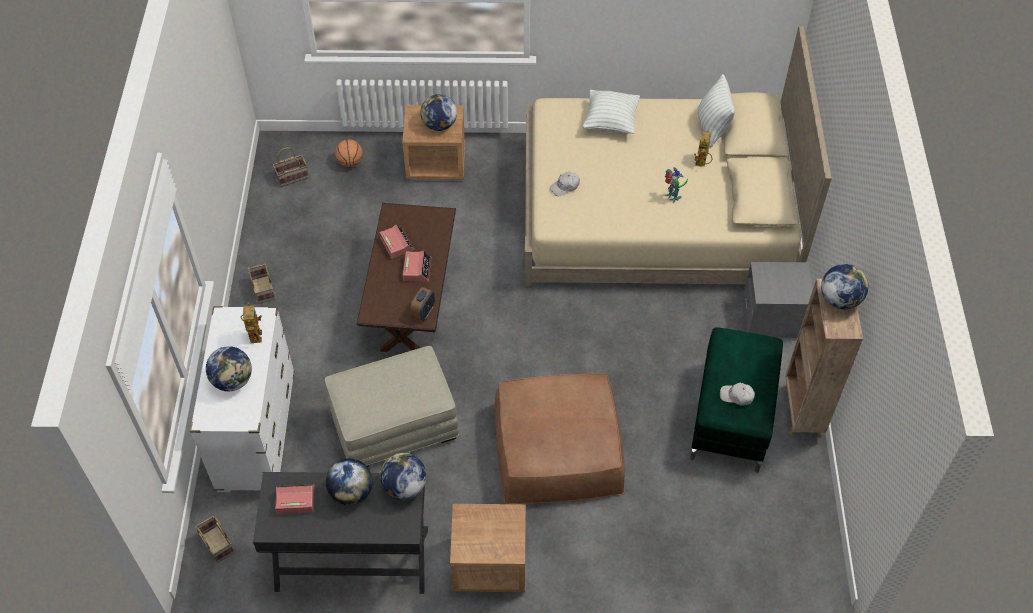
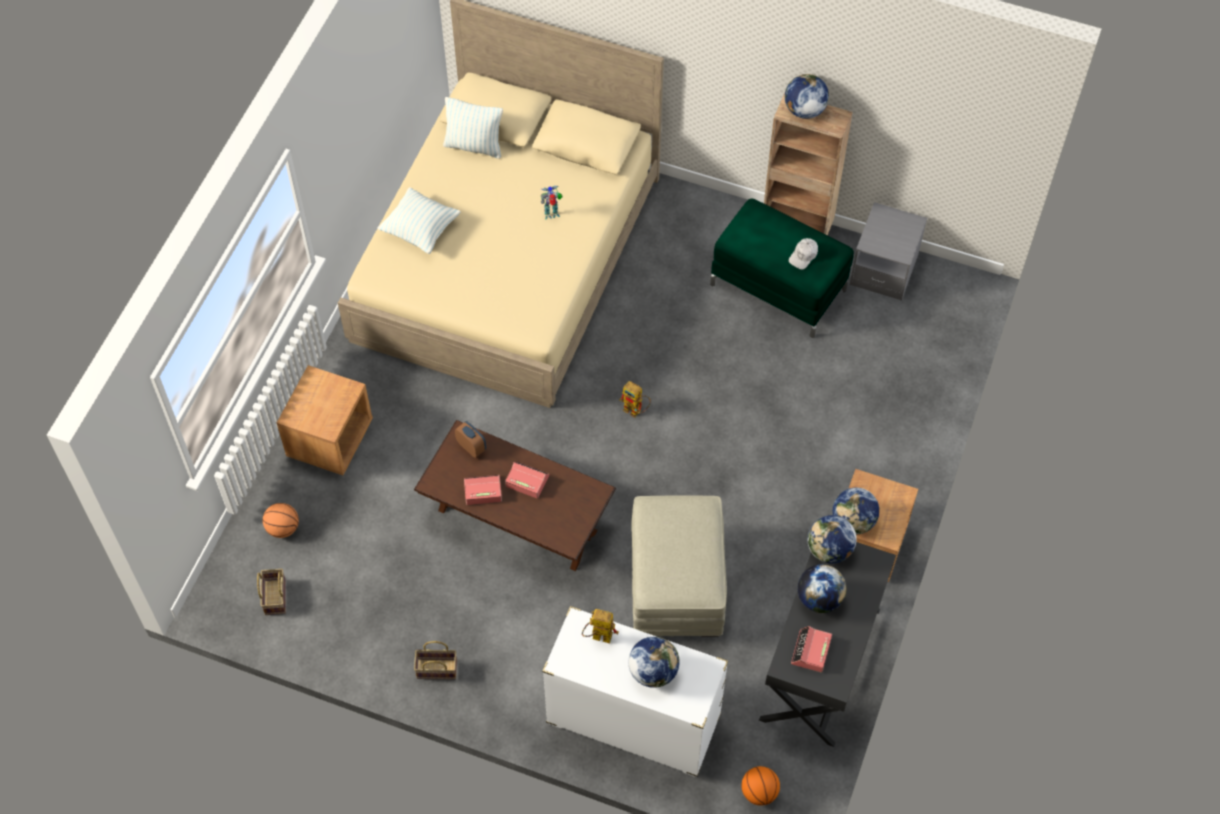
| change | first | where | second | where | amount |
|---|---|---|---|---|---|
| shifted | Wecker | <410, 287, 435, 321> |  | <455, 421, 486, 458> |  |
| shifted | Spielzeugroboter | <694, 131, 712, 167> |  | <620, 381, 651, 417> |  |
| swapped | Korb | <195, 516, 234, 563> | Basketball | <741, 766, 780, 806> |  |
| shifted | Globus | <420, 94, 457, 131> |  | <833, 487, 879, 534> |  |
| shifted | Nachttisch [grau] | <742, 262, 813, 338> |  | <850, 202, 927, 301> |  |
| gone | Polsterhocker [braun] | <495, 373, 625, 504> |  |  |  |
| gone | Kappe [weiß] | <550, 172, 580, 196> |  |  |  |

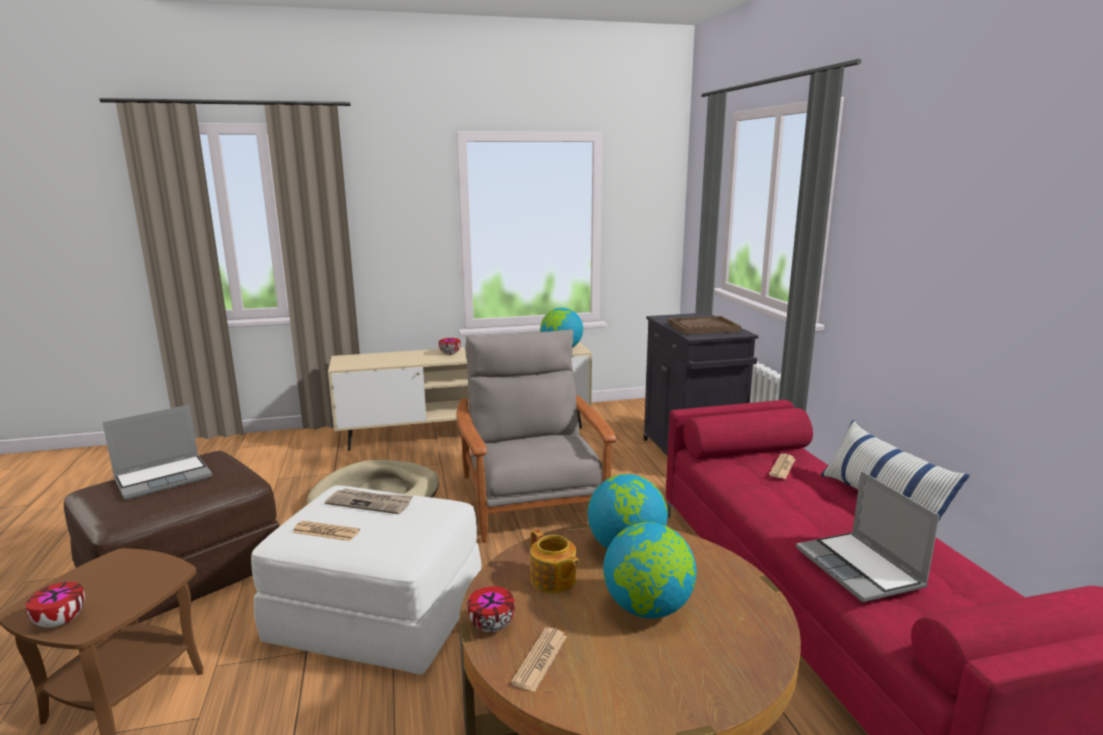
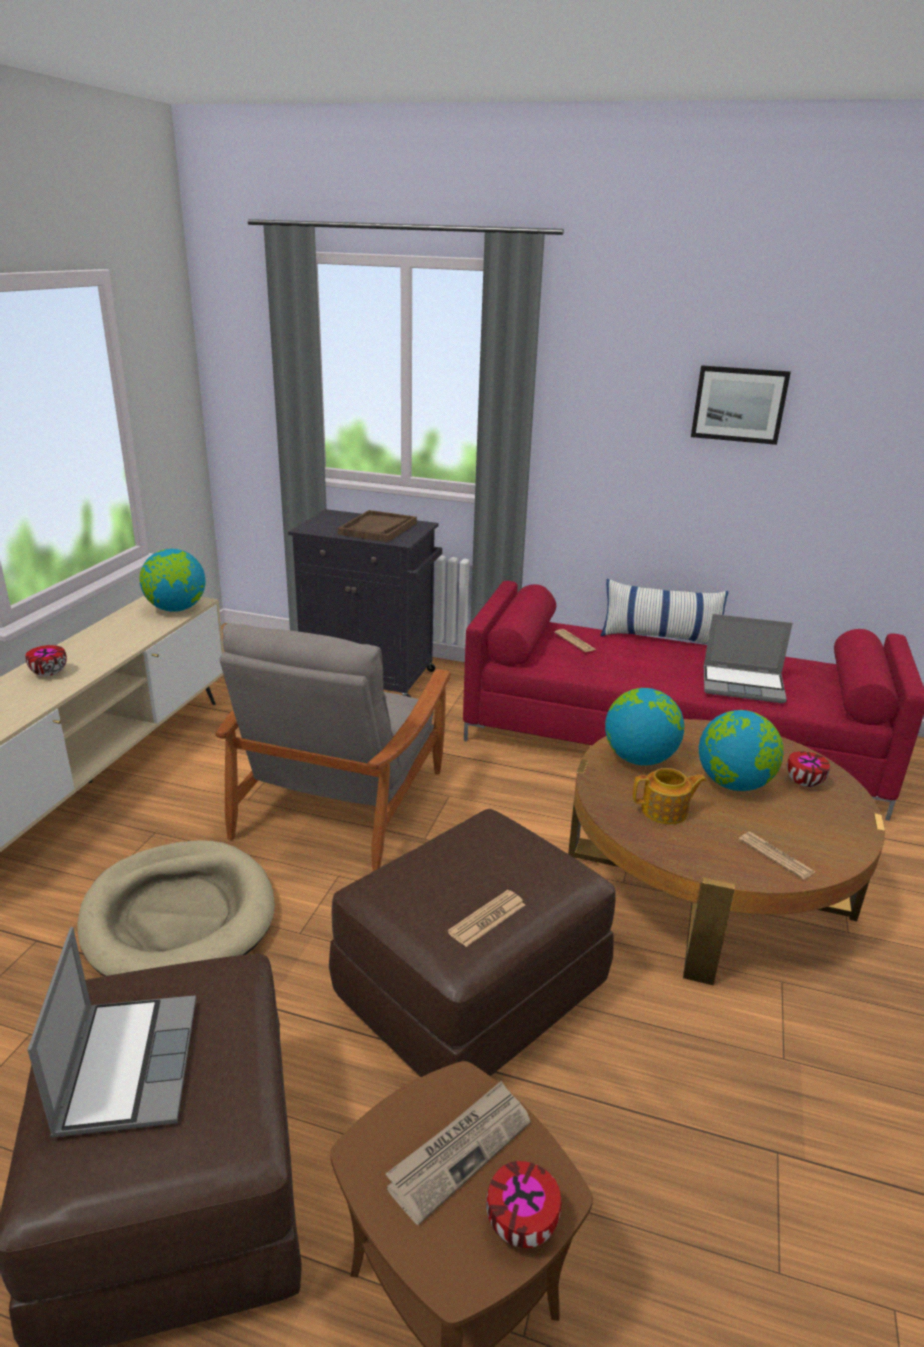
| change | first | where | second | where | amount |
|---|---|---|---|---|---|
| rotated | Sessel [grau] | <456, 329, 616, 543> |  | <215, 623, 451, 871> | 90 degrees counterclockwise |
| repainted | Polsterhocker [weiß] | <251, 486, 481, 675> | Polsterhocker [braun] | <329, 809, 616, 1077> |  |
| shifted | Zeitung | <325, 488, 413, 514> |  | <386, 1080, 531, 1225> |  |
| new |  |  | Bild | <691, 365, 791, 445> |  |
| shifted | Schüssel | <467, 586, 515, 632> |  | <787, 751, 830, 787> |  |

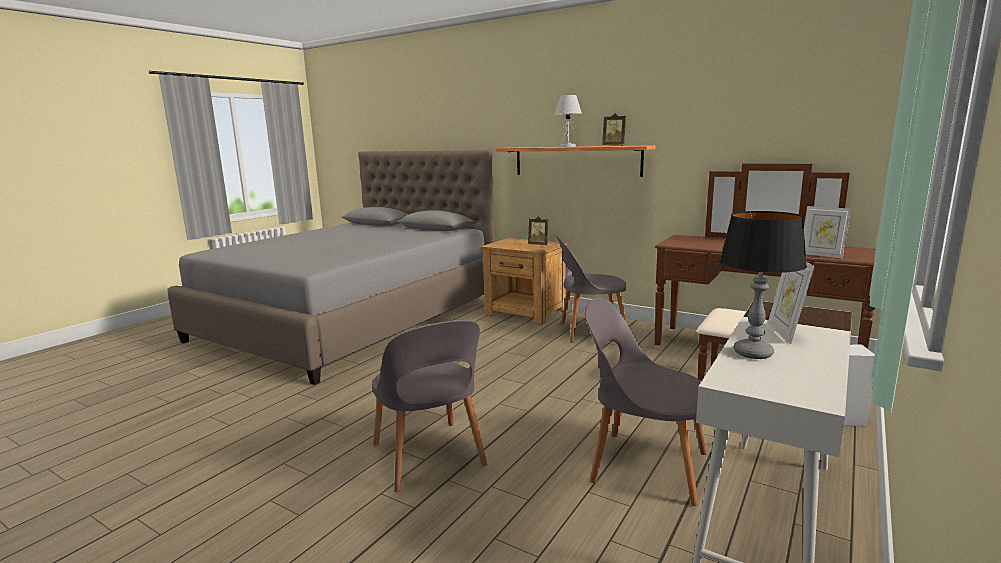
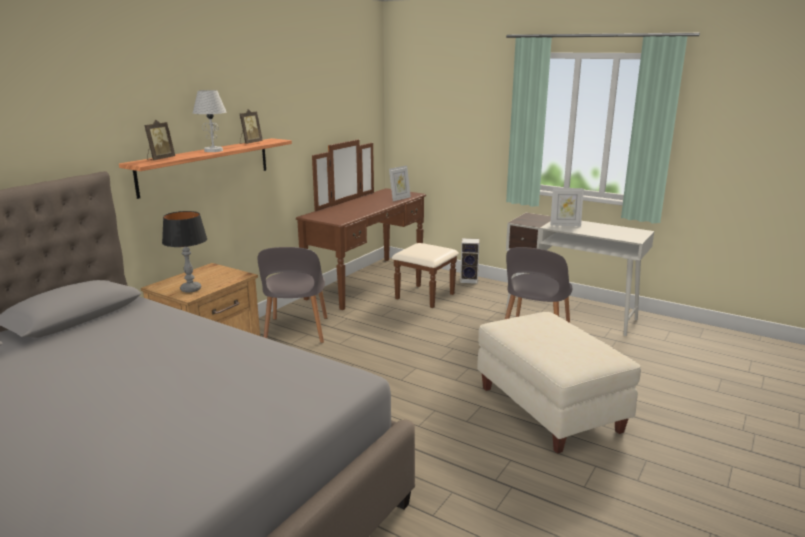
| change | first | where | second | where | amount |
|---|---|---|---|---|---|
| shifted | Bilderrahmen | <528, 216, 548, 245> |  | <144, 120, 175, 160> |  |
| shifted | Tischlampe | <719, 211, 807, 359> |  | <162, 211, 207, 292> |  |
| swapped | Stuhl [grau] | <372, 320, 487, 492> | Polsterhocker [beige] | <477, 312, 641, 454> |  |

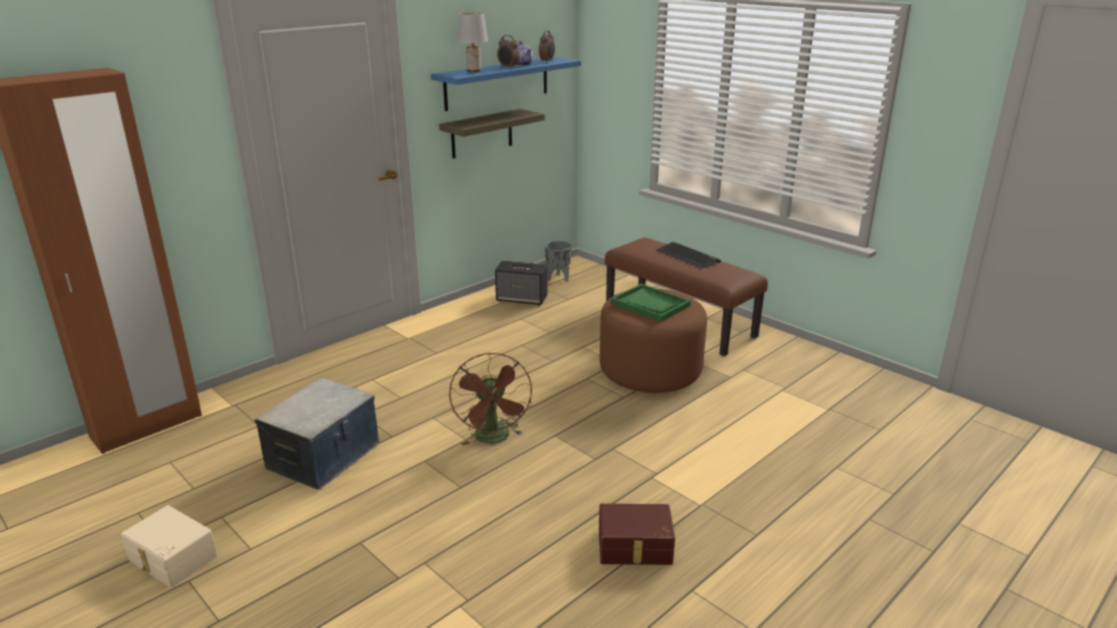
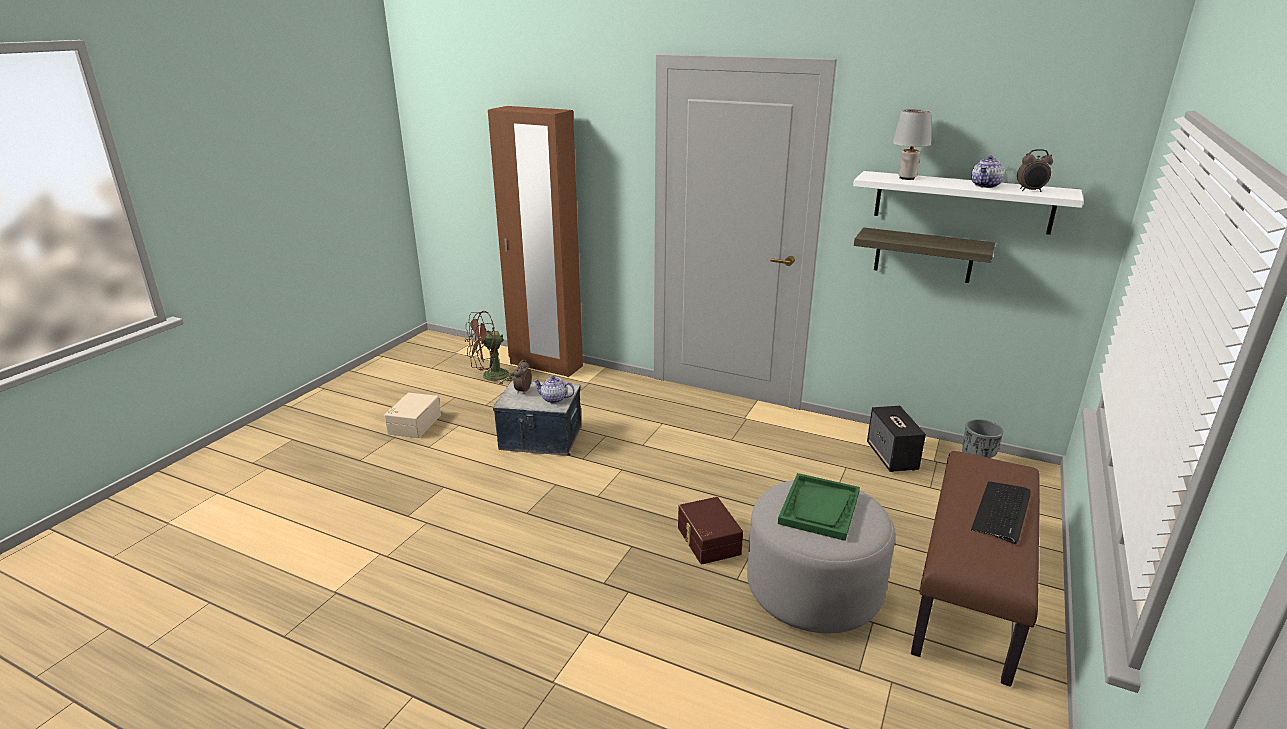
| change | first | where | second | where | amount |
|---|---|---|---|---|---|
| shifted | Ventilator [braun] | <449, 353, 532, 445> |  | <465, 311, 514, 385> |  |
| shifted | Wecker | <497, 35, 520, 69> |  | <513, 360, 532, 394> |  |
| new |  |  | Teekanne | <533, 376, 575, 404> |  |
| shifted | Aufbewahrungsbox [braun] | <599, 504, 675, 565> |  | <678, 497, 743, 564> |  |
| repainted | Polsterhocker [braun] | <600, 289, 707, 393> | Polsterhocker [grau] | <747, 480, 895, 633> |  |
| repainted | Wandregal [blau] | <431, 57, 581, 111> | Wandregal [weiß] | <853, 171, 1084, 235> |  |

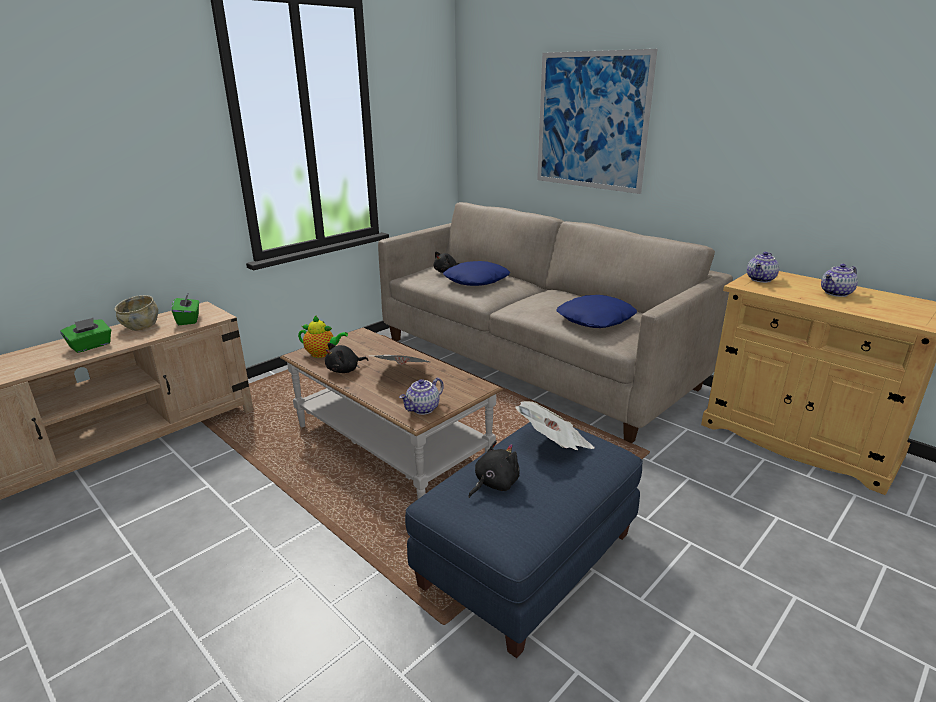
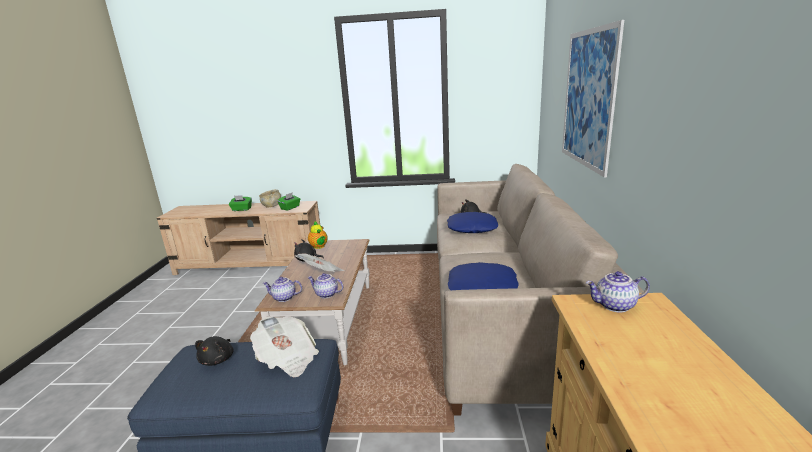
| change | first | where | second | where | amount |
|---|---|---|---|---|---|
| rotated | Plüschtier [schwarz] | <468, 440, 520, 498> |  | <195, 336, 234, 366> | 90 degrees clockwise |
| shifted | Teekanne | <821, 264, 858, 297> |  | <307, 273, 343, 298> |  |

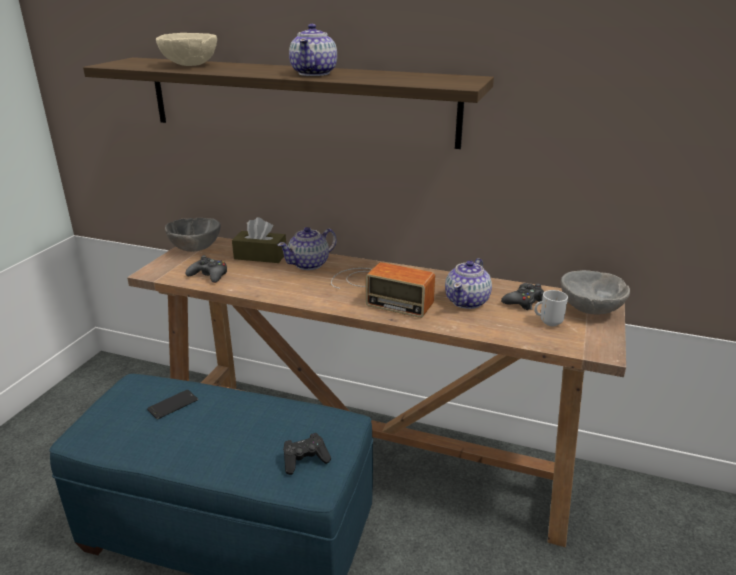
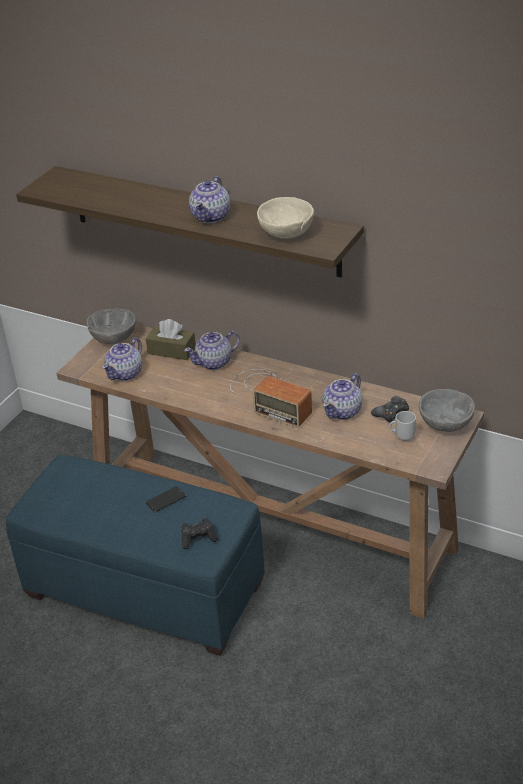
| change | first | where | second | where | amount |
|---|---|---|---|---|---|
| swapped | Gamepad [schwarz] | <186, 255, 227, 283> | Teekanne | <102, 337, 142, 381> |  |
| shifted | Handy | <147, 390, 198, 419> |  | <146, 486, 186, 512> |  |
| shifted | Schüssel [beige] | <156, 33, 217, 66> |  | <257, 197, 314, 238> |  |

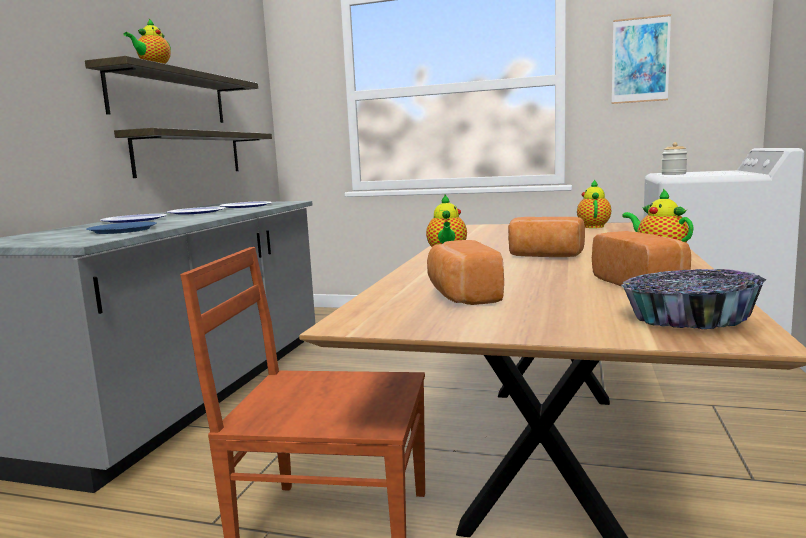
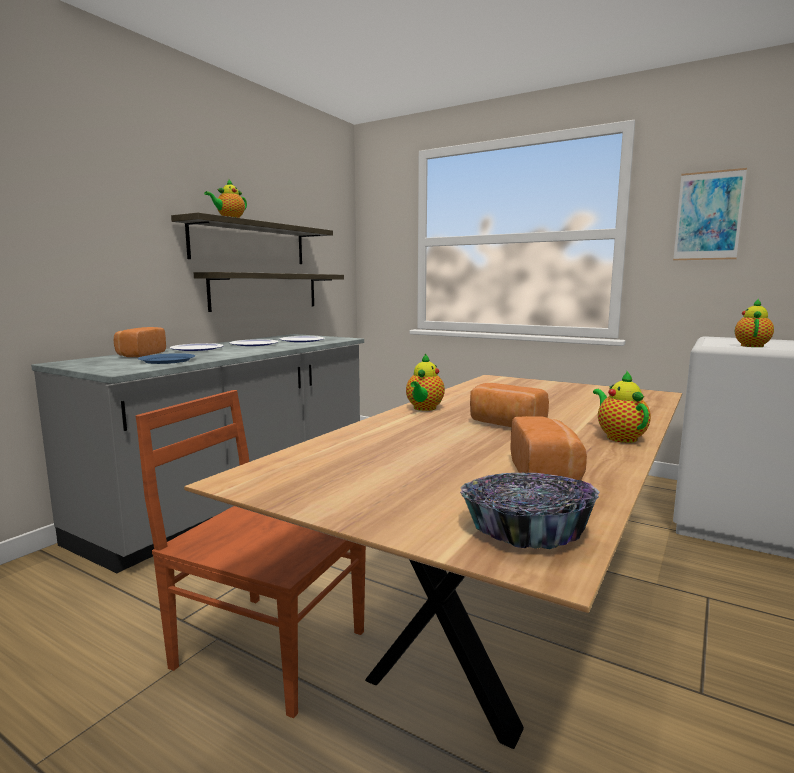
| change | first | where | second | where | amount |
|---|---|---|---|---|---|
| shifted | Brot | <427, 240, 504, 305> |  | <114, 327, 166, 357> |  |
| shifted | Teekanne | <577, 179, 611, 228> |  | <735, 299, 774, 347> |  |
| gone | Vorratsglas | <661, 142, 688, 175> |  |  |  |

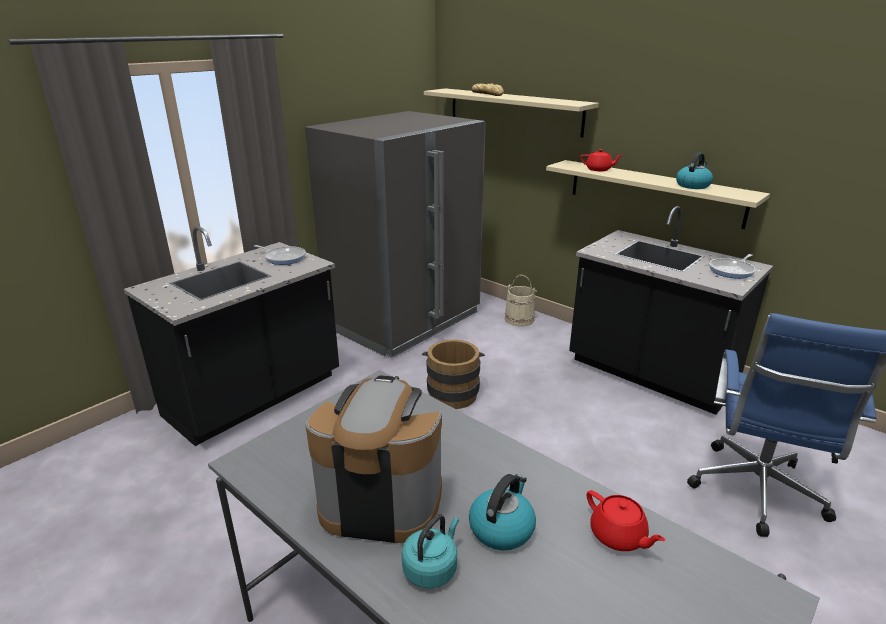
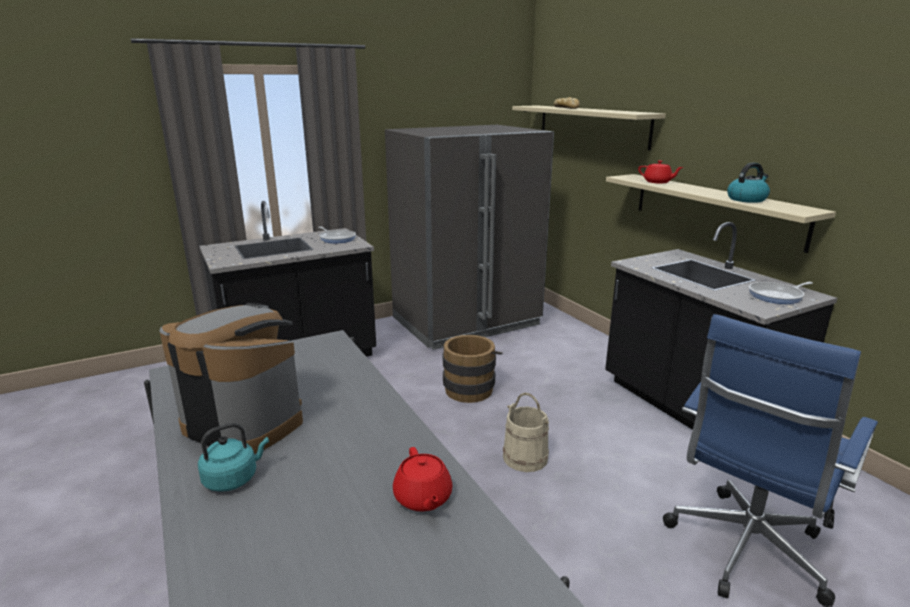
| change | first | where | second | where | amount |
|---|---|---|---|---|---|
| shifted | Eimer [beige] | <505, 274, 537, 326> |  | <503, 393, 549, 472> |  |
| gone | Wasserkessel | <469, 474, 536, 551> |  |  |  |

